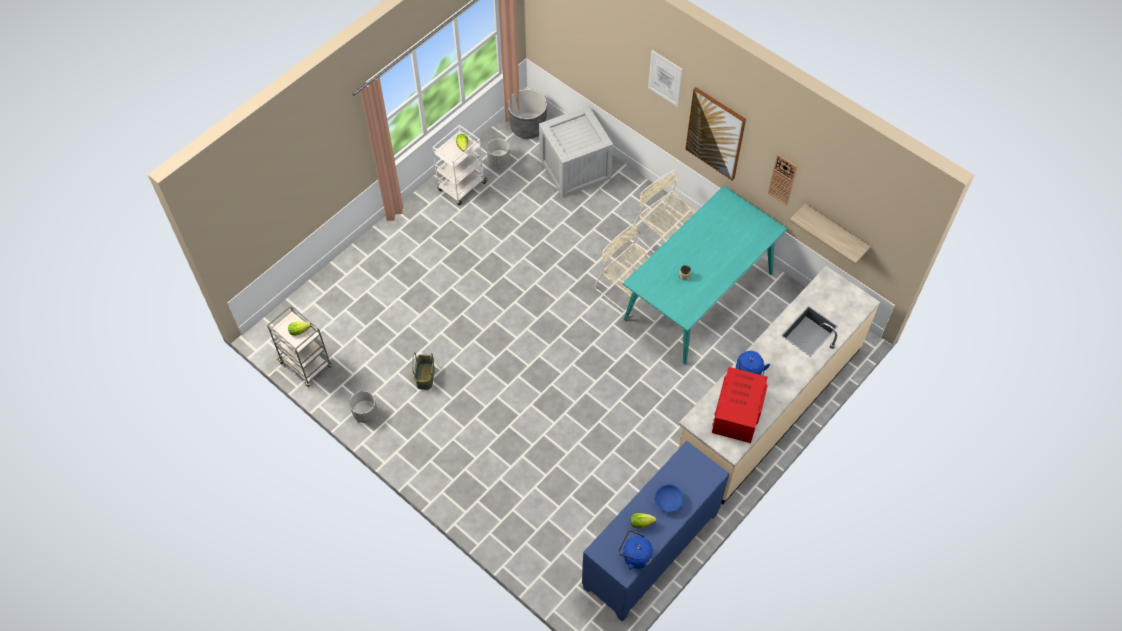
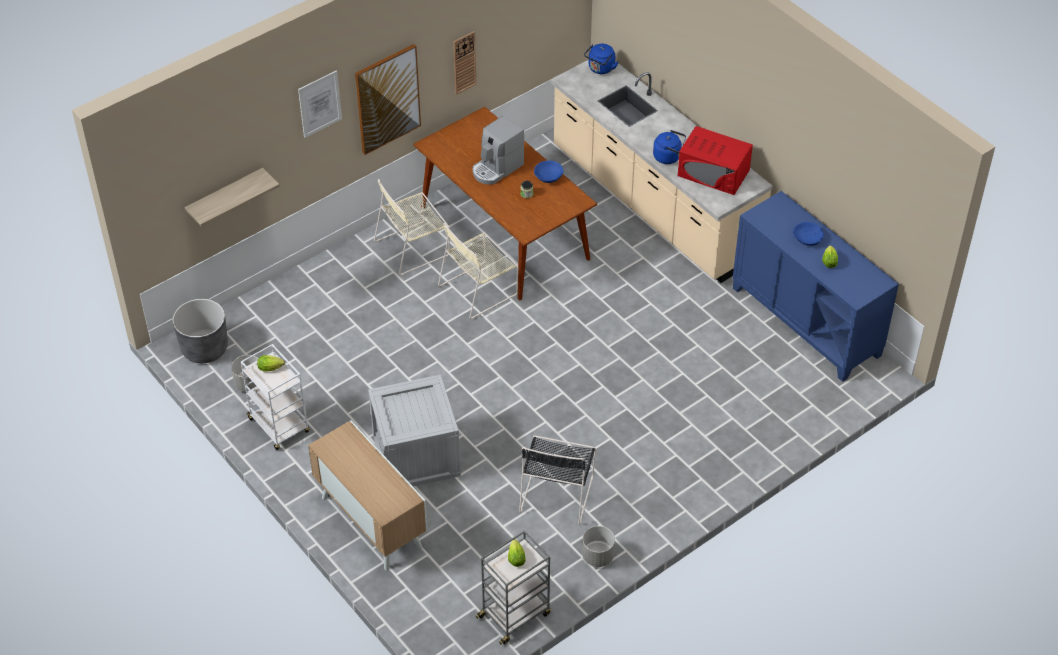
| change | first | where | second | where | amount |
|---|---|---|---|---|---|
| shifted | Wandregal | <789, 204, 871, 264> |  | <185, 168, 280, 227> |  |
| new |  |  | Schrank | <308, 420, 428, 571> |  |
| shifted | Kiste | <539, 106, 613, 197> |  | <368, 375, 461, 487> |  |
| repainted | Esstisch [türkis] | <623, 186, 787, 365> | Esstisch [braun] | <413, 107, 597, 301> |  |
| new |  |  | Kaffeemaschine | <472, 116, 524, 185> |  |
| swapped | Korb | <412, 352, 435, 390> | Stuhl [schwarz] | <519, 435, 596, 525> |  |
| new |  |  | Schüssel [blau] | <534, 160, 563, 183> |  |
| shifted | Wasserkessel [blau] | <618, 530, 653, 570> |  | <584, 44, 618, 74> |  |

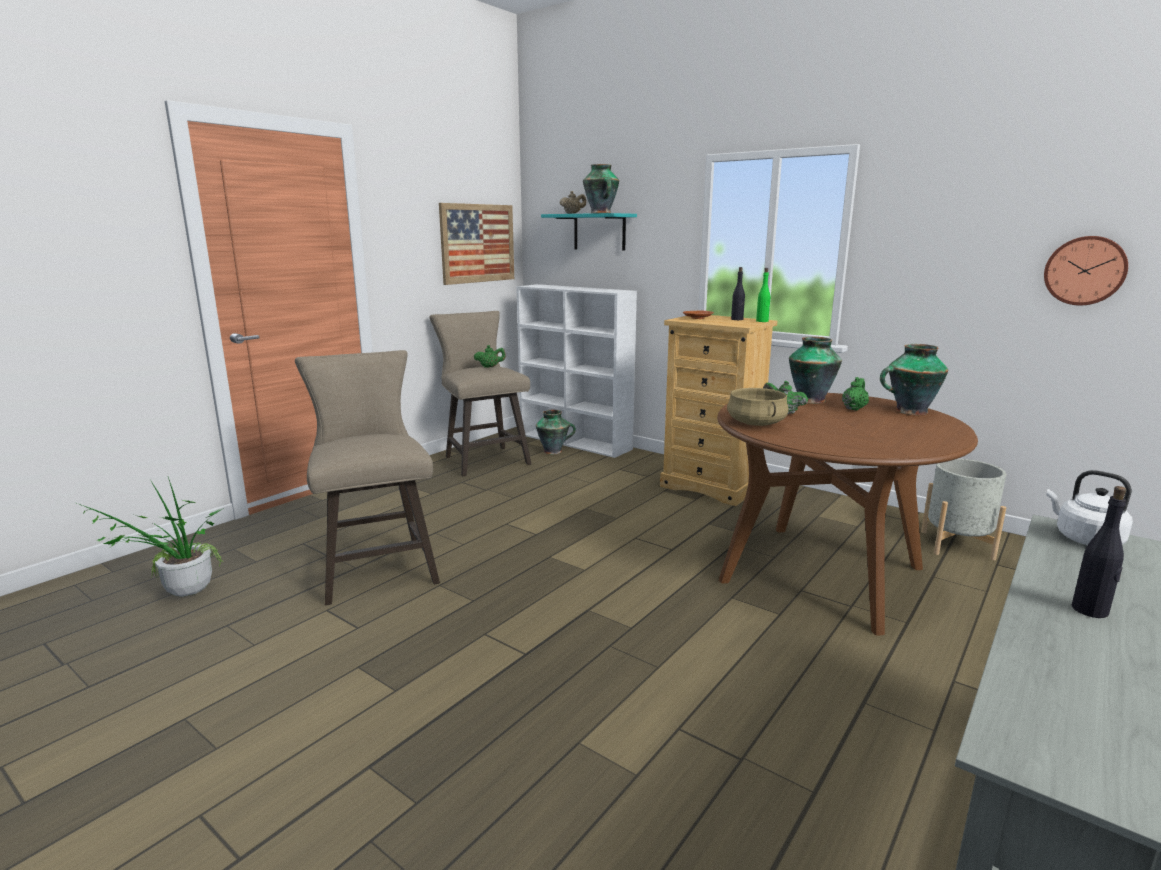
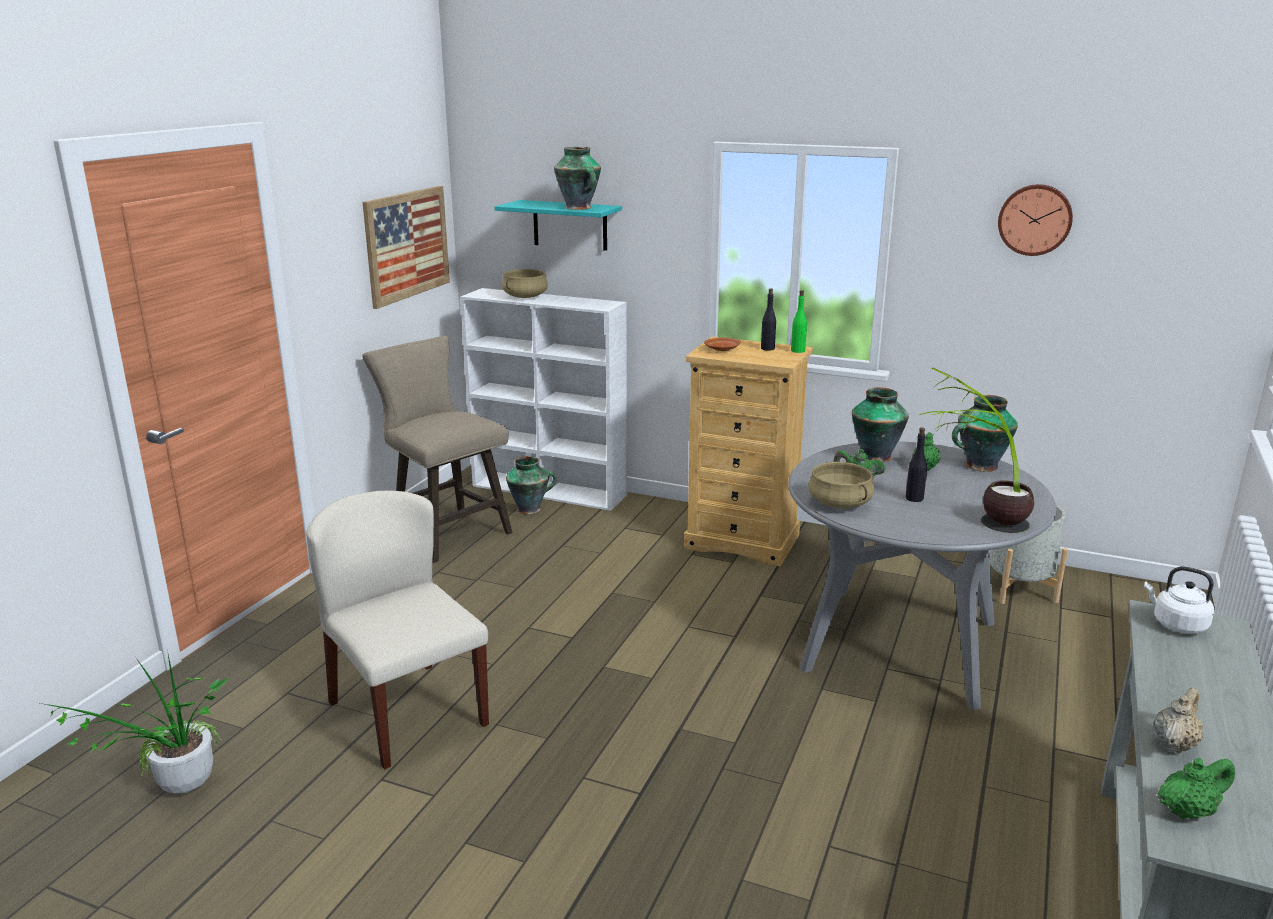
| change | first | where | second | where | amount |
|---|---|---|---|---|---|
| swapped | Hocker [beige] | <295, 350, 440, 605> | Stuhl [beige] | <306, 491, 489, 770> |  |
| new |  |  | Kochtopf [beige] | <502, 269, 548, 298> |  |
| repainted | Esstisch [braun] | <717, 393, 978, 635> | Esstisch [grau] | <788, 441, 1057, 710> |  |
| shifted | Flasche [schwarz] | <1072, 486, 1127, 618> |  | <906, 428, 927, 502> |  |
| new |  |  | Topfpflanze | <919, 367, 1034, 533> |  |
| shifted | Wanduhr | <1044, 236, 1128, 306> |  | <998, 184, 1073, 256> |  |
| shifted | Teekanne [beige] | <559, 191, 586, 214> |  | <1153, 688, 1203, 753> |  |
| shifted | Teekanne [grün] | <474, 345, 506, 368> |  | <1157, 758, 1235, 819> |  |

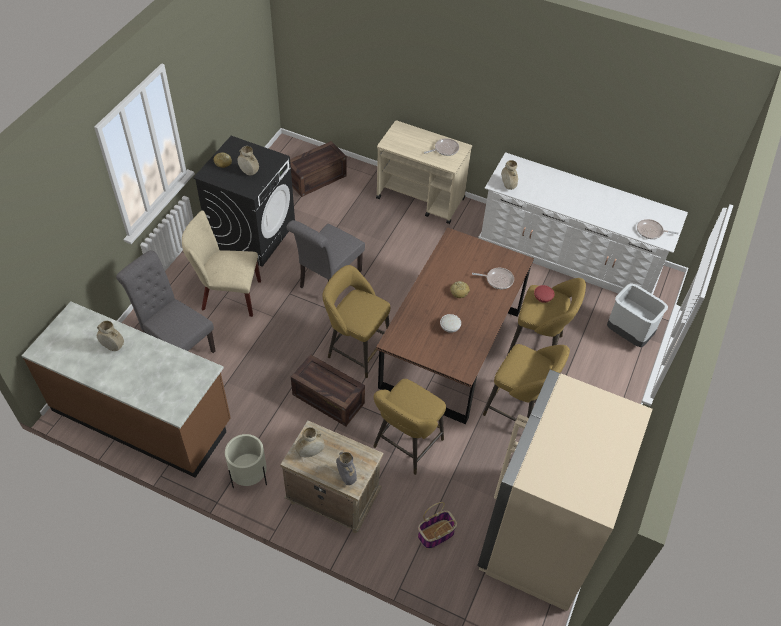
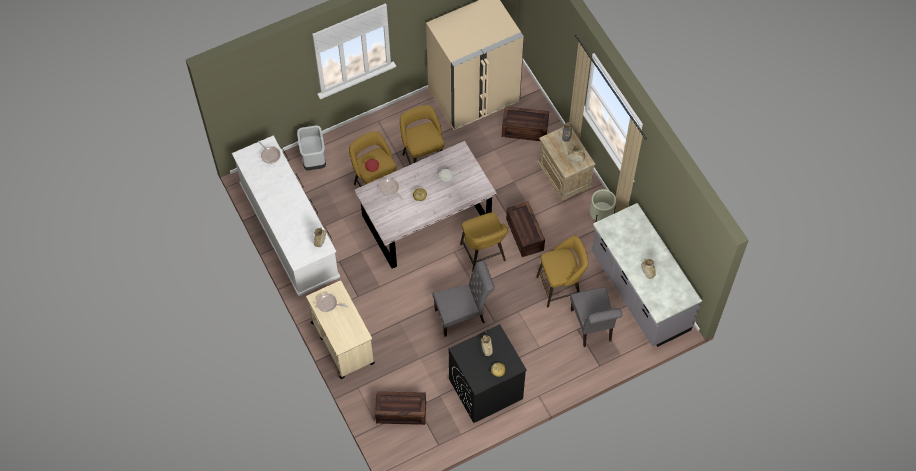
| change | first | where | second | where | amount |
|---|---|---|---|---|---|
| repainted | Esstisch [braun] | <376, 227, 534, 424> | Esstisch [grau] | <354, 141, 497, 269> |  |
| swapped | Korb | <418, 502, 457, 549> | Kiste | <502, 106, 549, 141> |  |
| shifted | Hocker [gelb] | <373, 379, 446, 475> |  | <536, 236, 588, 307> |  |
| repainted | Küchenzeile [braun] | <21, 302, 231, 478> | Küchenzeile [grau] | <592, 203, 702, 347> |  |
| gone | Stuhl [beige] | <182, 210, 261, 317> |  |  |  |

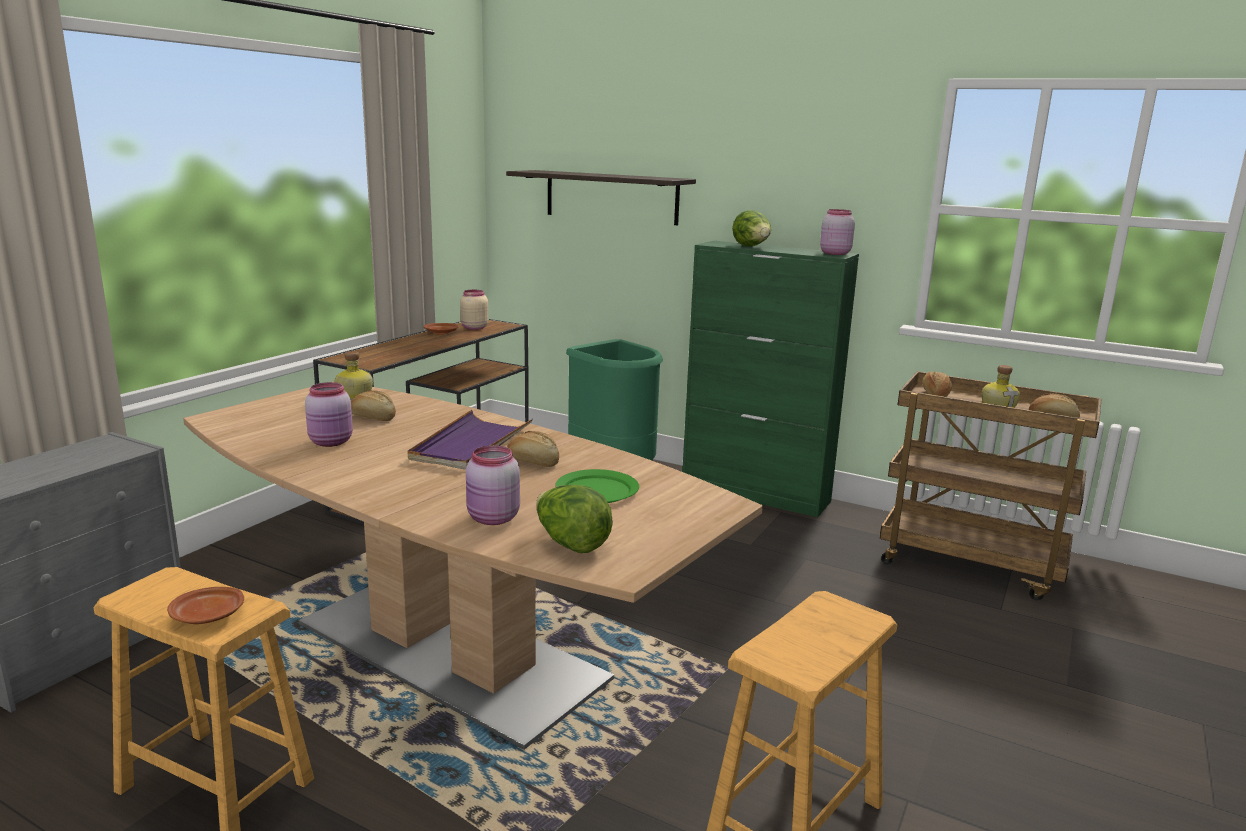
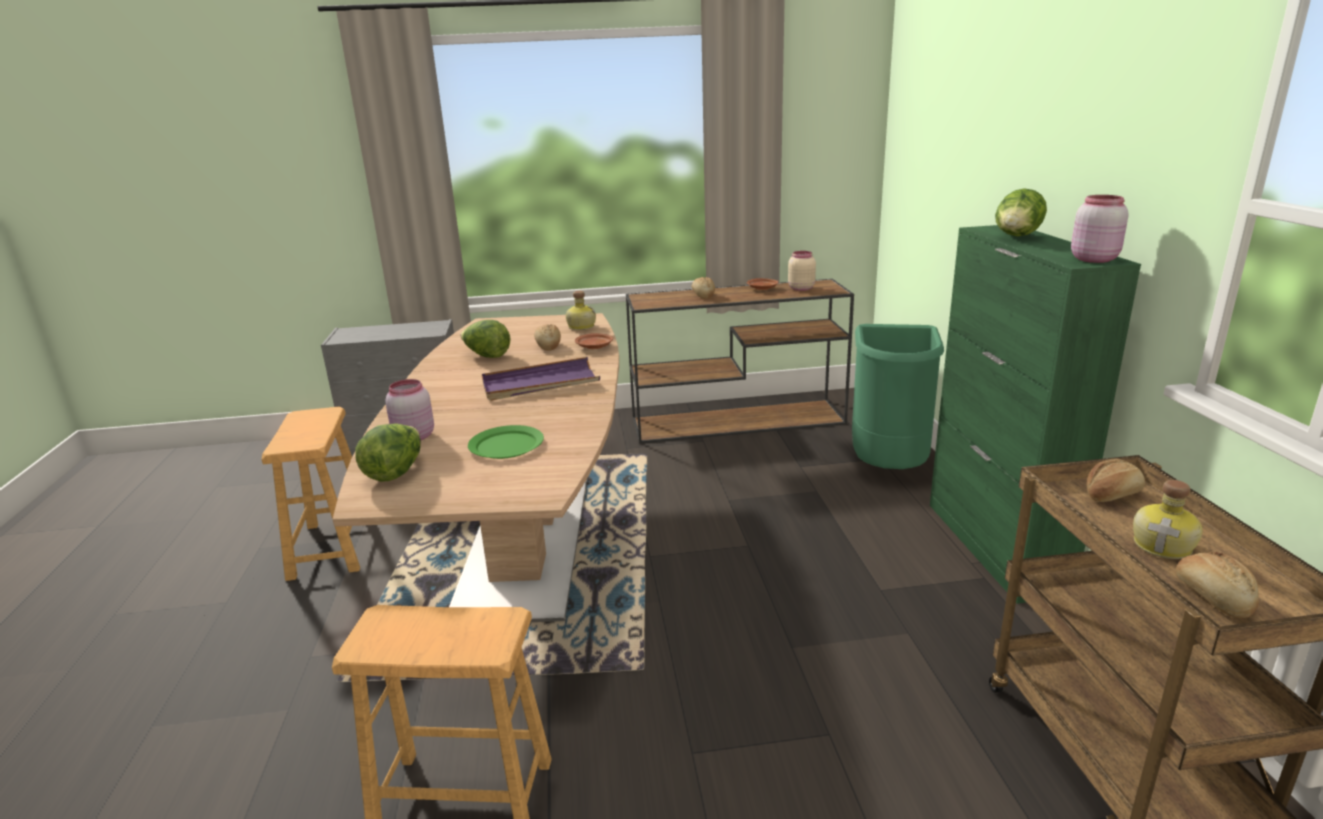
| change | first | where | second | where | amount |
|---|---|---|---|---|---|
| swapped | Vorratsglas [rosa] | <305, 382, 353, 447> | Salatkopf | <460, 320, 510, 358> |  |
| shifted | Teller [braun] | <167, 587, 244, 624> |  | <575, 333, 613, 349> |  |
| shifted | Brot | <507, 431, 559, 467> |  | <692, 277, 715, 299> |  |
| gone | Wandregal | <506, 170, 696, 225> |  |  |  |

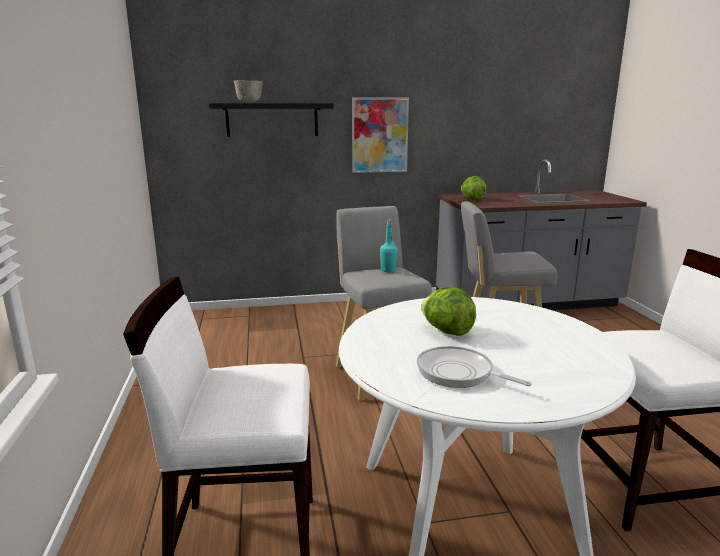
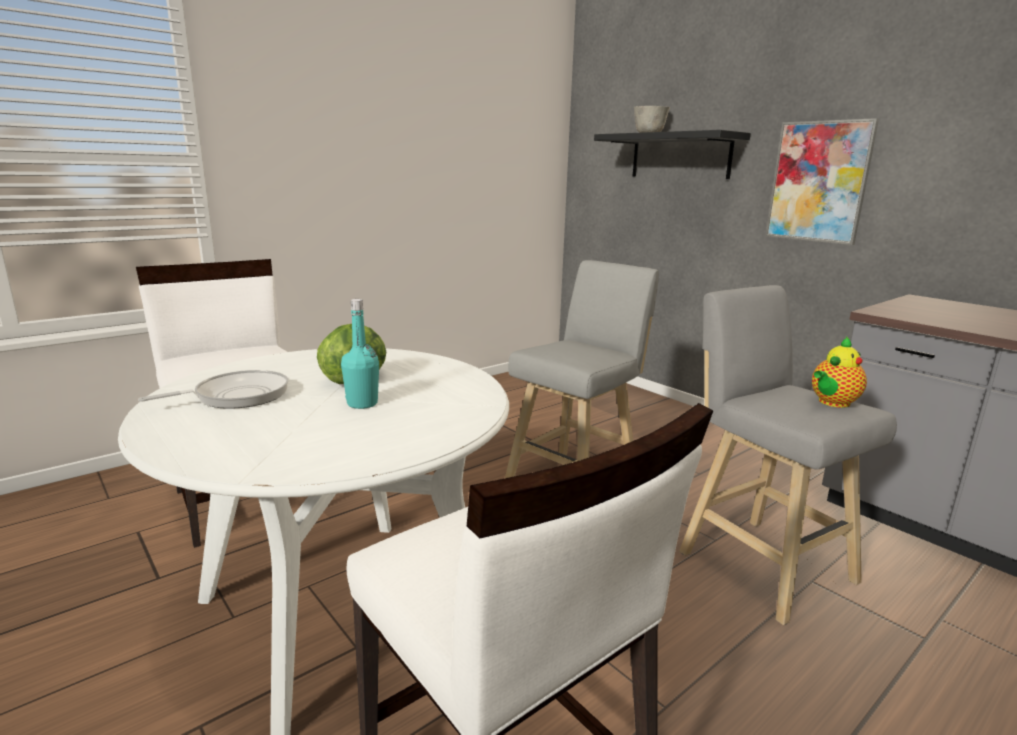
| change | first | where | second | where | amount |
|---|---|---|---|---|---|
| rotated | Pfanne | <417, 346, 532, 388> |  | <138, 370, 289, 409> | 45 degrees clockwise |
| shifted | Flasche [türkis] | <380, 219, 398, 272> |  | <341, 299, 379, 409> |  |
| new |  |  | Teekanne | <812, 336, 867, 408> |  |
| gone | Salatkopf | <461, 176, 487, 200> |  |  |  |

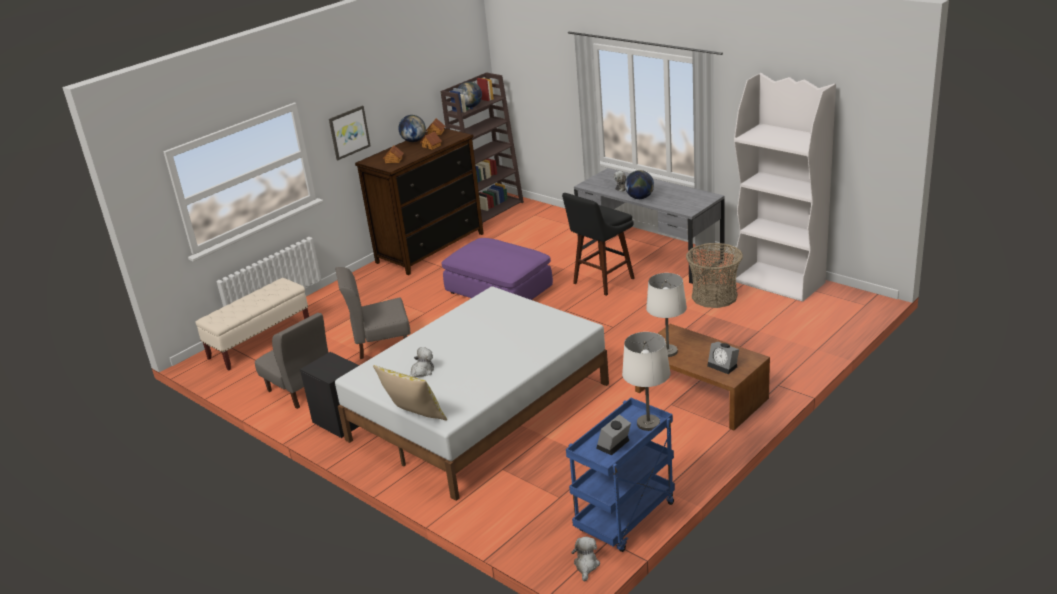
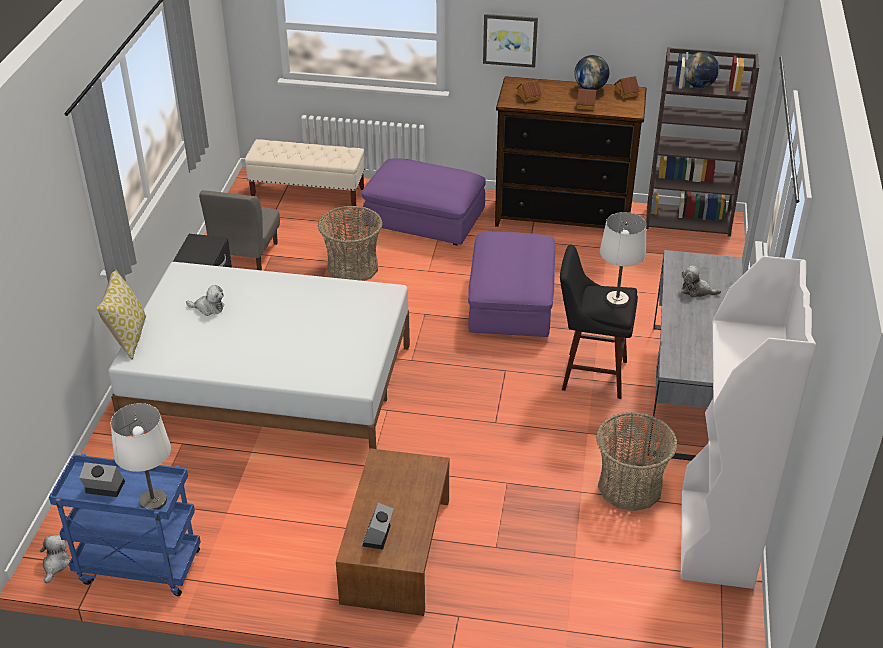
| change | first | where | second | where | amount |
|---|---|---|---|---|---|
| rotated | Plüschtier | <571, 537, 600, 582> |  | <39, 535, 70, 583> | 60 degrees counterclockwise |
| swapped | Stuhl [grau] | <335, 267, 410, 359> | Korb | <318, 205, 383, 281> |  |
| new |  |  | Polsterhocker [lila] | <362, 158, 486, 246> |  |
| shifted | Tischlampe [weiß] | <646, 273, 687, 357> |  | <599, 212, 646, 307> |  |
| gone | Globus | <625, 170, 654, 199> |  |  |  |

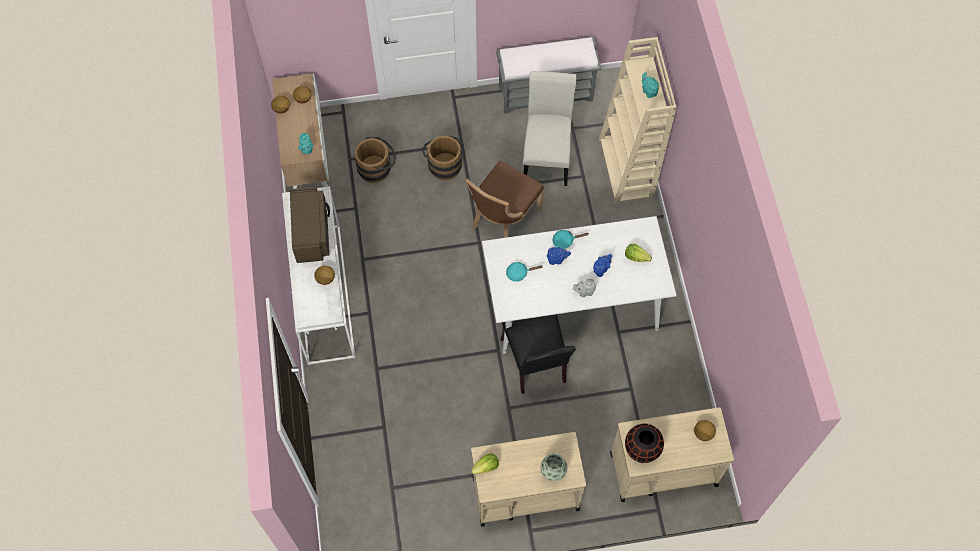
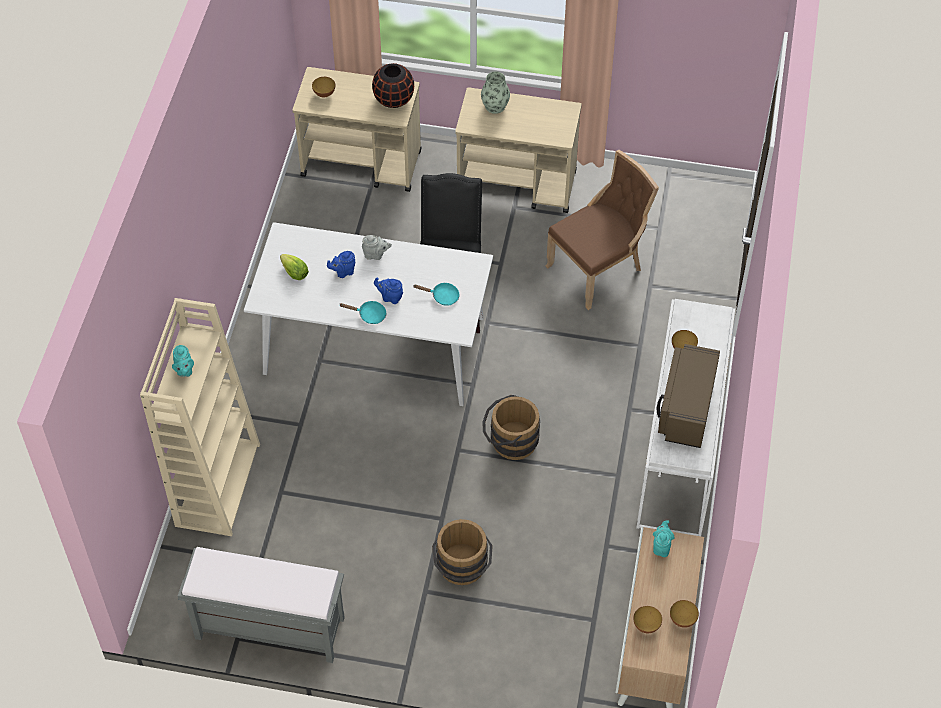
| change | first | where | second | where | amount |
|---|---|---|---|---|---|
| shifted | Eimer [braun] | <355, 137, 396, 183> |  | <483, 395, 540, 460> |  |
| shifted | Stuhl [braun] | <466, 160, 544, 238> |  | <545, 150, 659, 310> |  |
| gone | Salatkopf | <471, 453, 499, 474> |  |  |  |
| gone | Stuhl [weiß] | <523, 71, 577, 186> |  |  |  |

